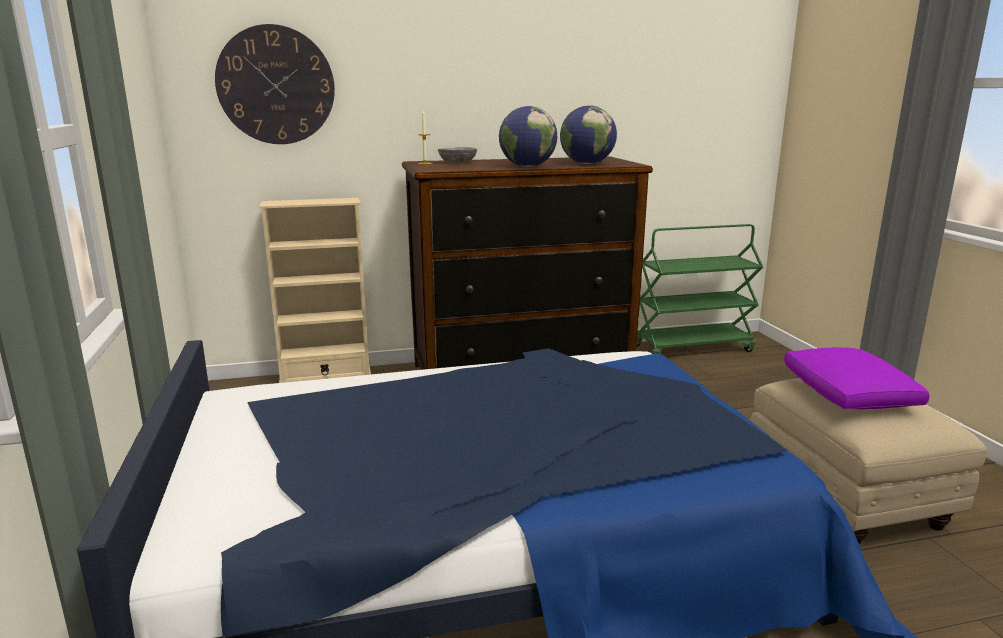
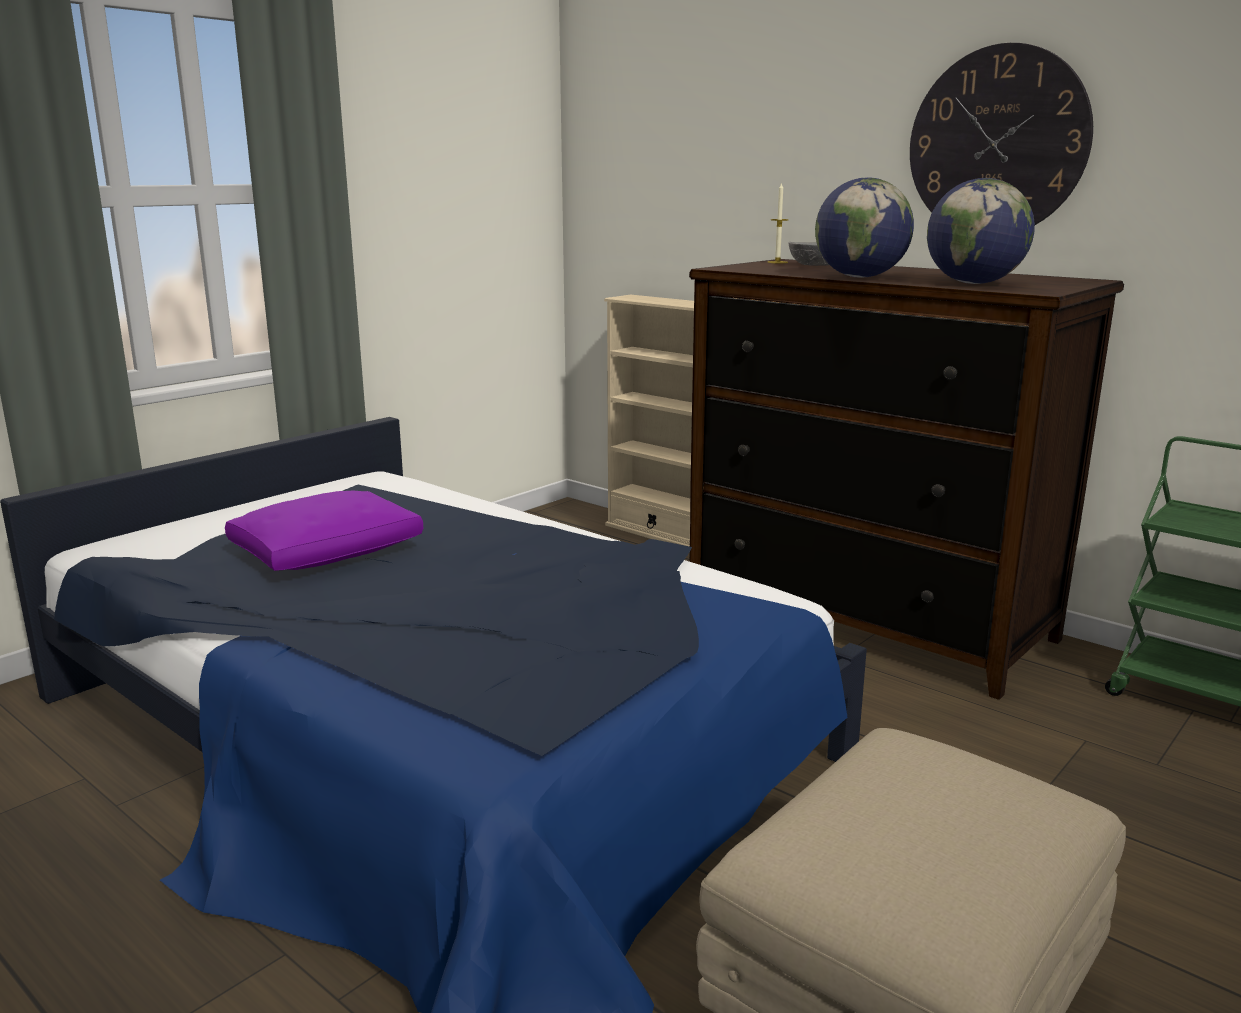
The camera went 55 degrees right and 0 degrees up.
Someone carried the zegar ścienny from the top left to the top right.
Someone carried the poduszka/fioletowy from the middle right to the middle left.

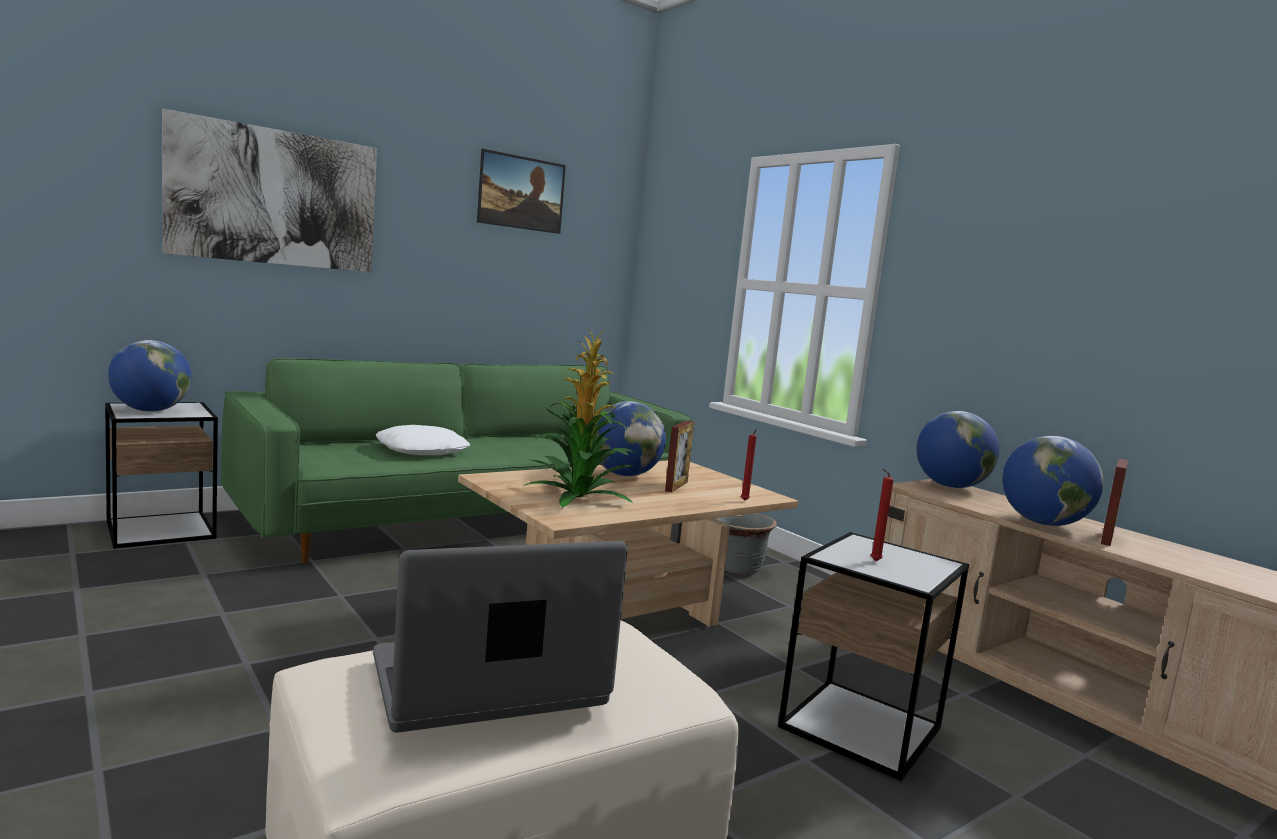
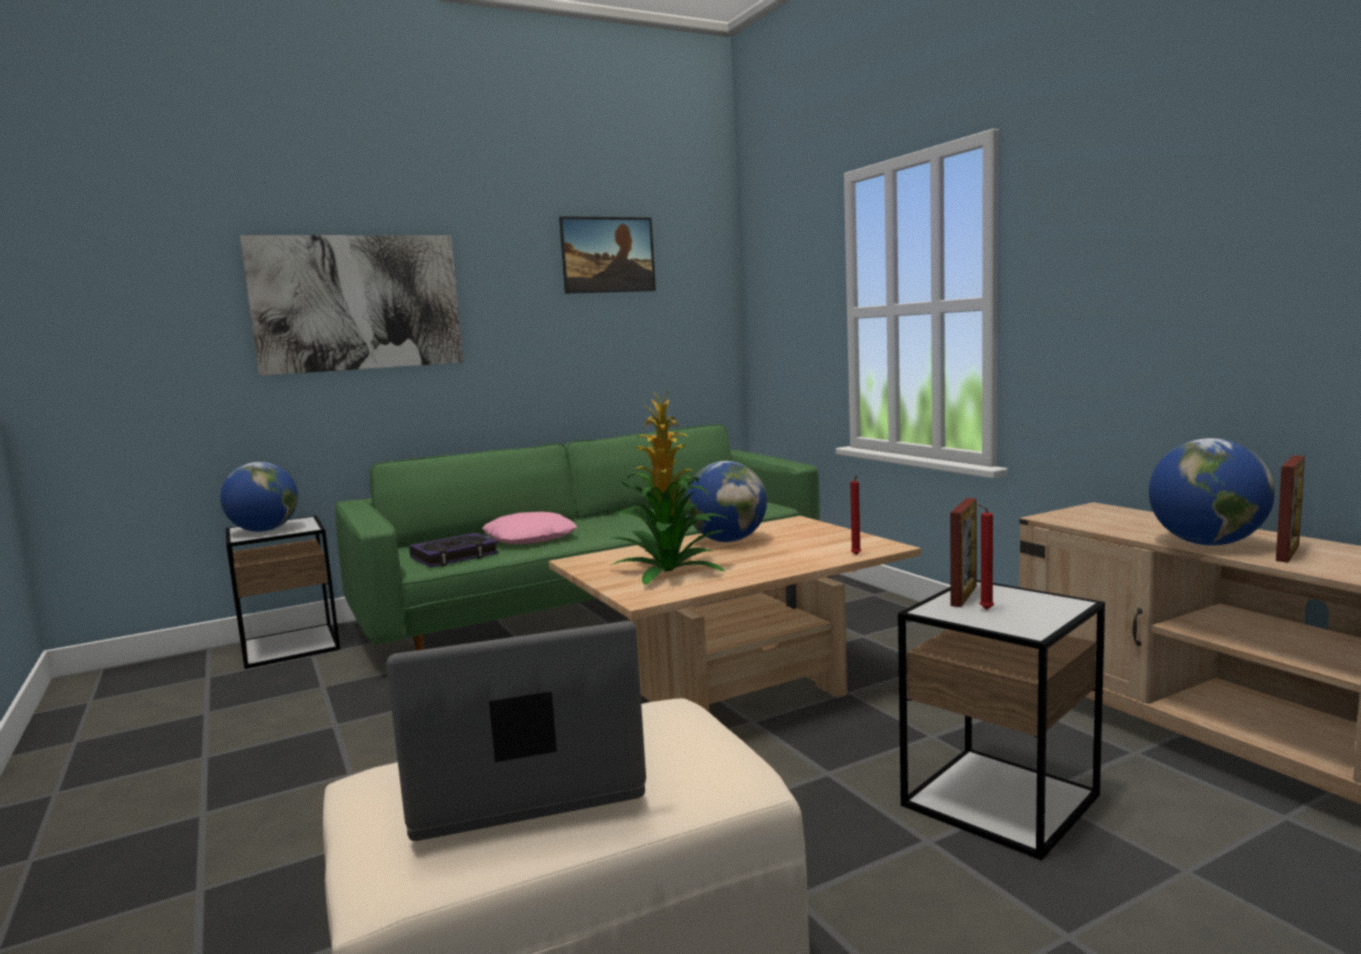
The camera went 10 degrees right and 0 degrees up.
Someone took away the globus (no. 3 from left) at the middle right.
Someone carried the ramka na zdjęcie (no. 1 from left) from the centre to the middle right.
Someone repainted the poduszka/biały at the middle left, which became the poduszka/różowy at the centre.
Someone took away the donica/szary at the centre.
Someone put down the książka at the centre.

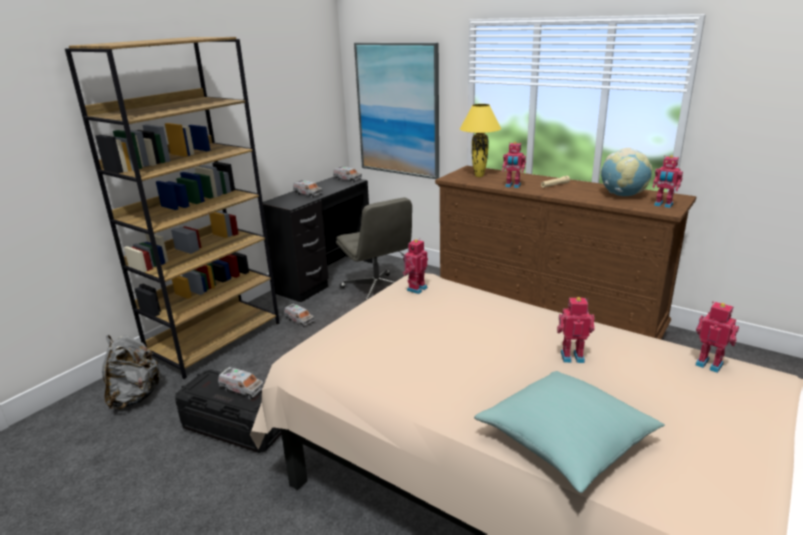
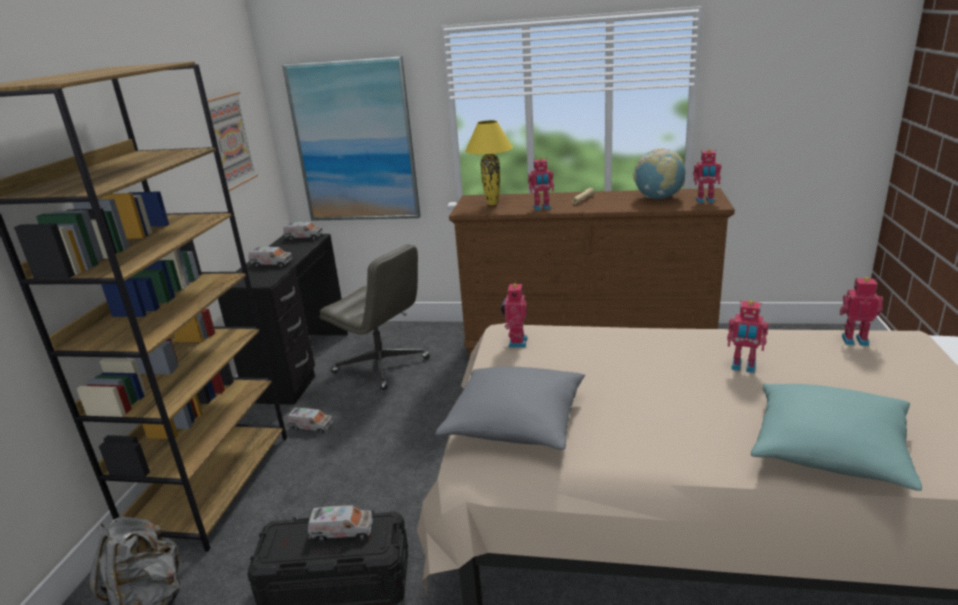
The camera went 25 degrees left and 0 degrees up.
Someone rotated the robot zabawkowy (no. 3 from left in the first image) at the middle right by 135 degrees counterclockwise.
Someone put up the obraz (no. 1 from left) at the top left.
Someone put down the poduszka/szary at the bottom centre.

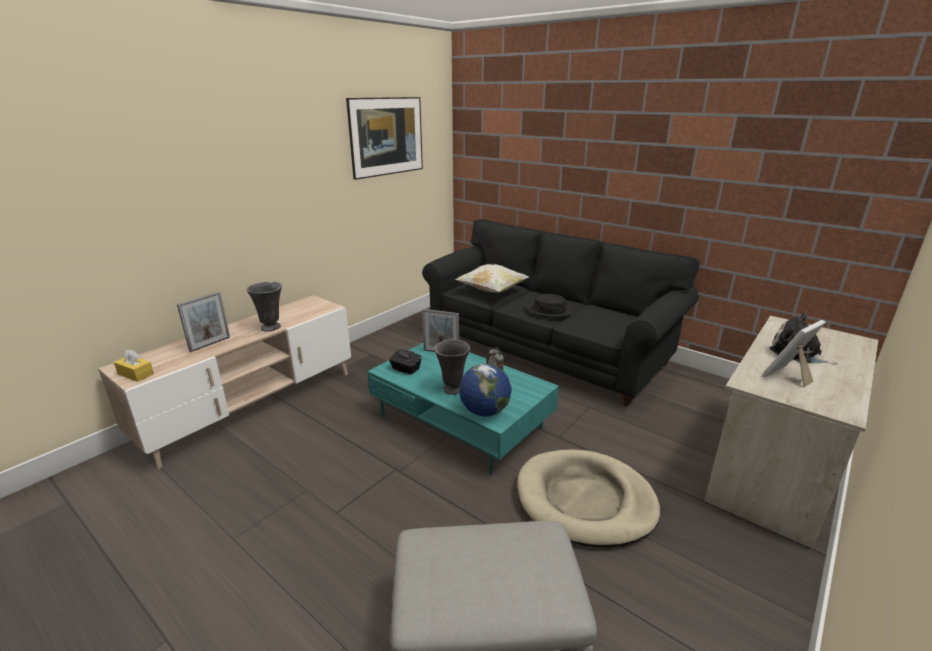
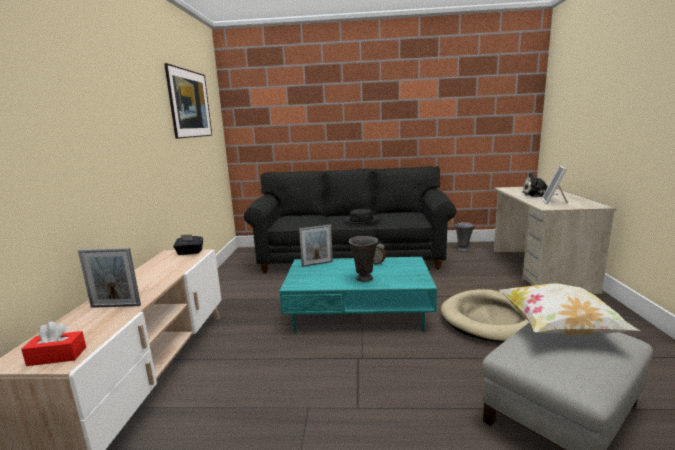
The camera went 35 degrees left and 10 degrees down.
Someone carried the poduszka from the centre to the bottom right.
Someone carried the wazon/szary (no. 1 from left in the first image) from the middle left to the middle right.
Someone rotated the ramka na zdjęcie (no. 1 from left) at the middle left by 90 degrees clockwise.
Someone repainted the pudełko chusteczek/żółty at the middle left, which became the pudełko chusteczek/czerwony at the bottom left.
Someone carried the pudełko chusteczek/czarny from the centre to the middle left.
Someone took away the globus at the centre.

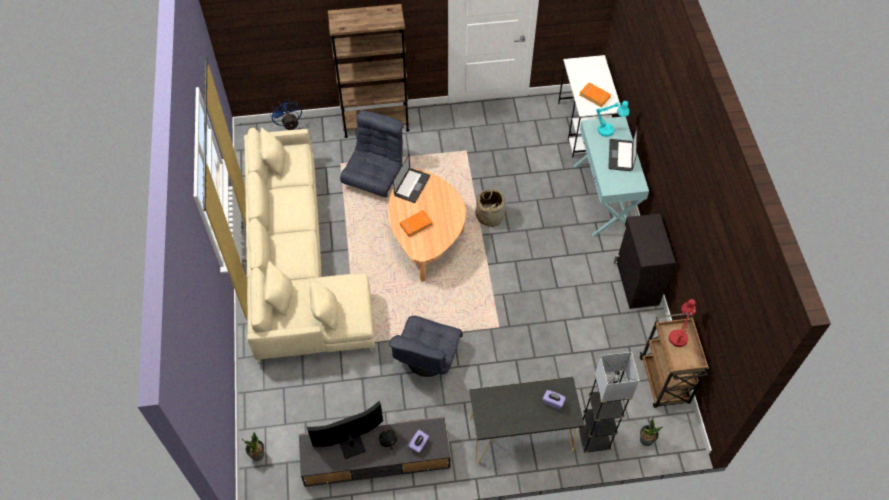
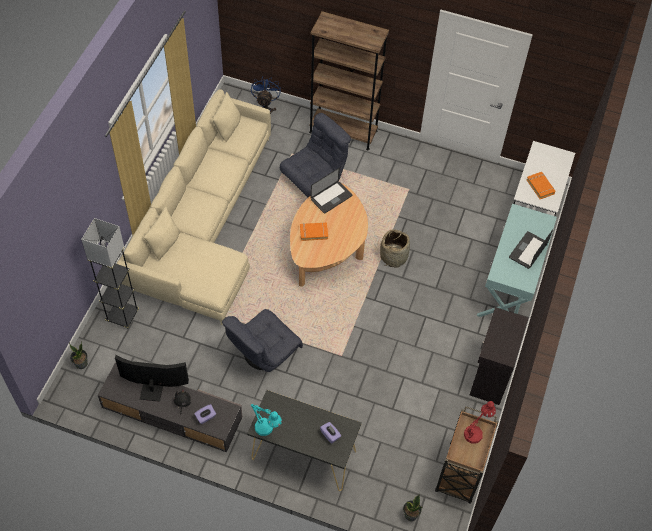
The camera went 25 degrees right and 0 degrees up.
Someone carried the lampa stołowa/turkusowy from the top right to the bottom centre.
Someone took away the poduszka/beżowy (no. 3 from left) at the centre.
Someone carried the lampa stojąca/czarny from the bottom right to the middle left.

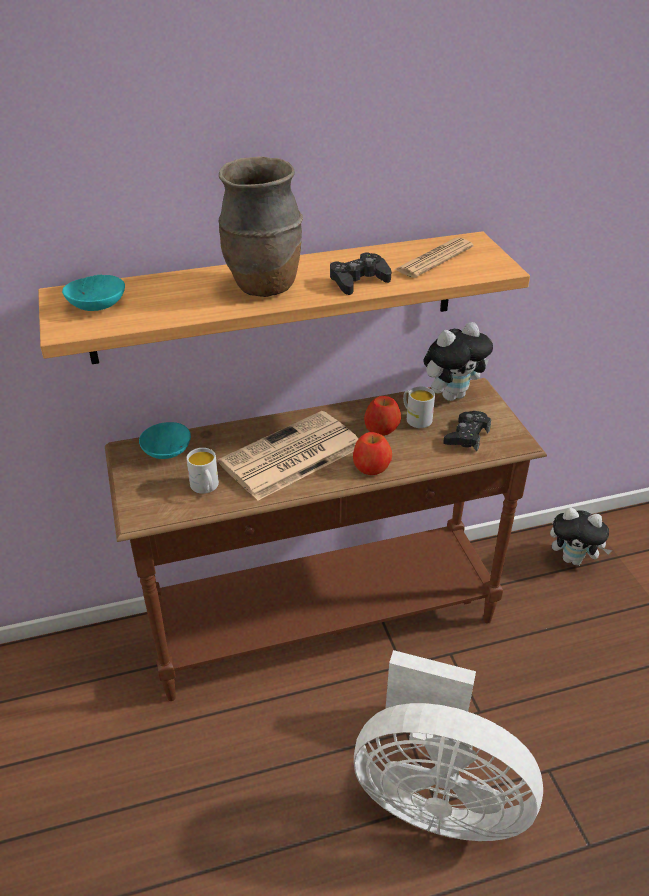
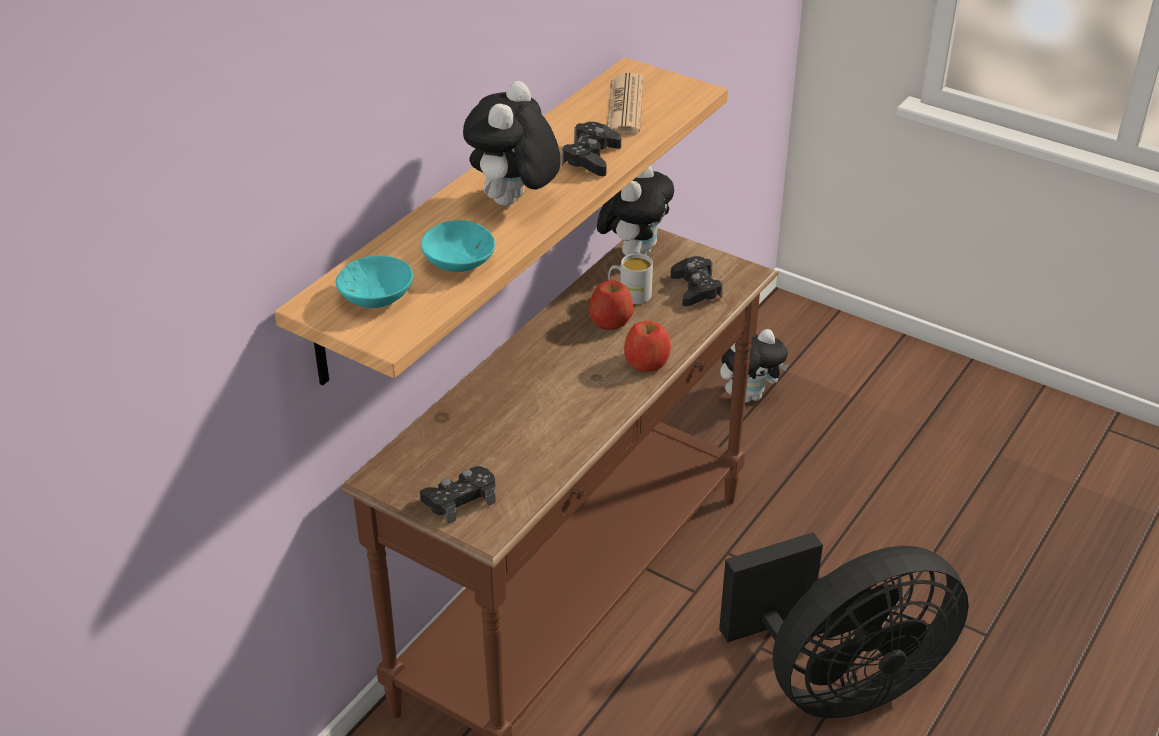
The camera went 40 degrees left and 0 degrees up.
Someone swapped the wazon/brązowy at the top centre for the pluszak (no. 1 from left) at the top centre.
Someone took away the gazeta (no. 1 from left) at the centre.
Someone carried the miska/turkusowy (no. 2 from left) from the middle left to the centre.
Someone took away the kubek/biały (no. 1 from left) at the middle left.
Someone repainted the wentylator/biały at the bottom right, which became the wentylator/czarny at the bottom right.
Someone put down the pad do gier/czarny (no. 1 from left) at the bottom centre.

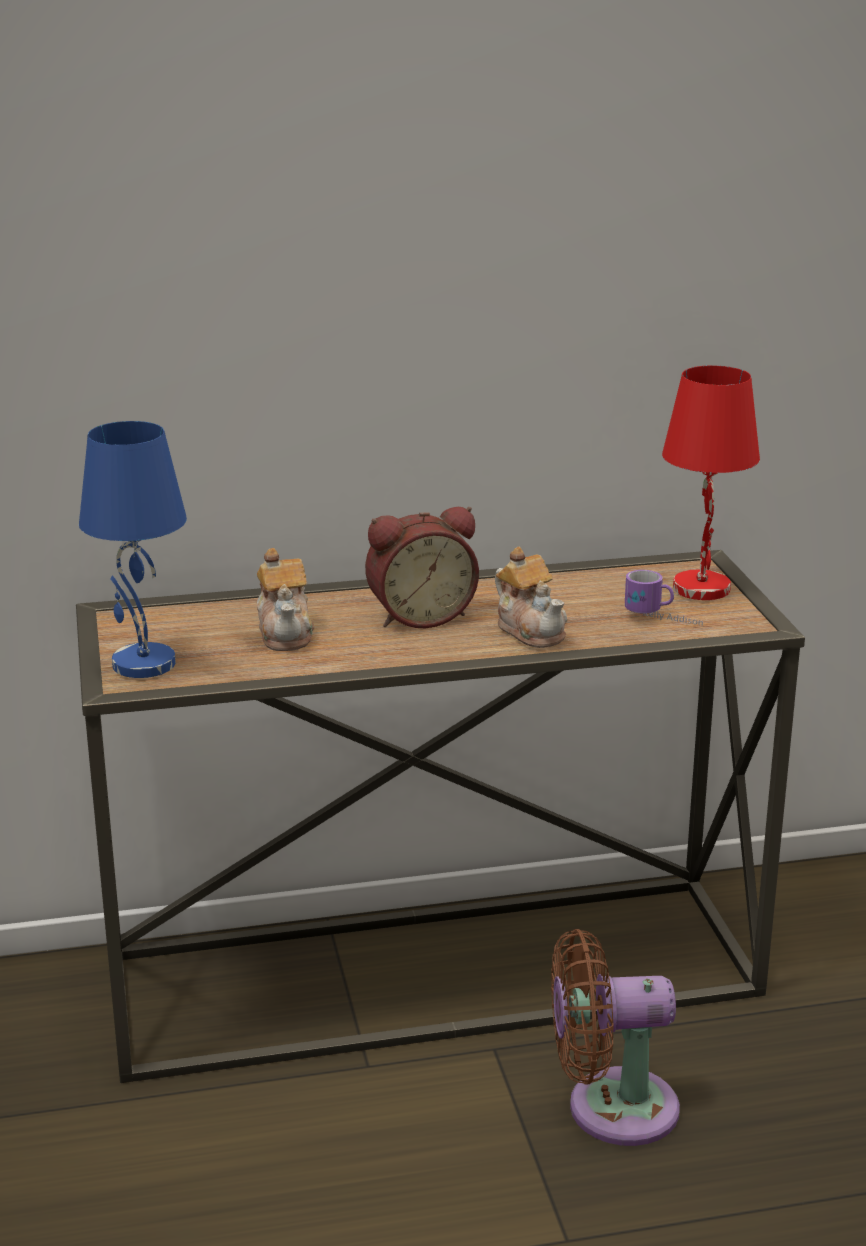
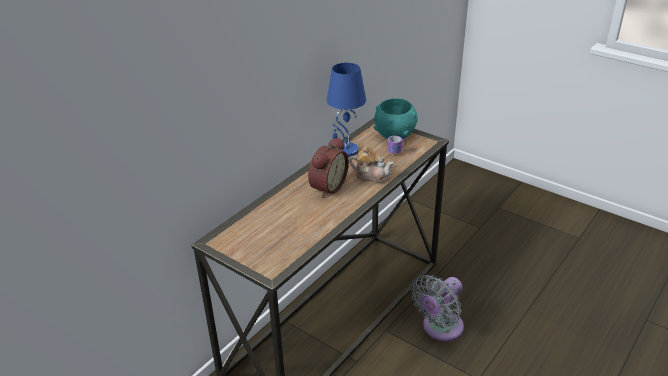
The camera went 40 degrees left and 10 degrees up.
Someone swapped the lampa stołowa/czerwony at the middle right for the miska/turkusowy at the top centre.
Someone carried the lampa stołowa/niebieski from the middle left to the top centre.
Someone took away the imbryk (no. 1 from left) at the middle left.
Someone repainted the wentylator/brązowy at the bottom right, which became the wentylator/szary at the bottom centre.

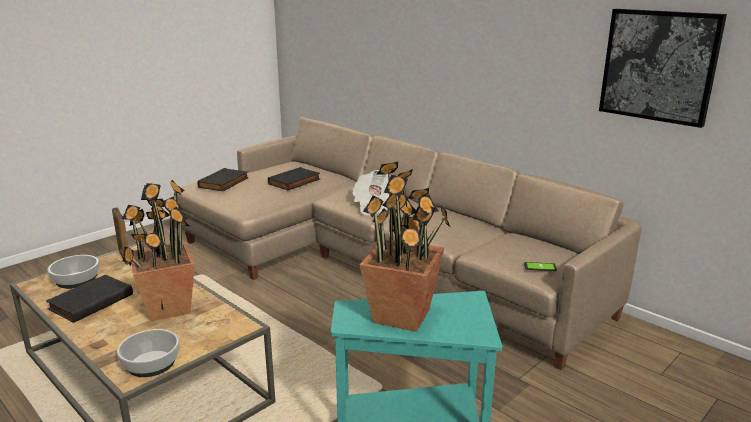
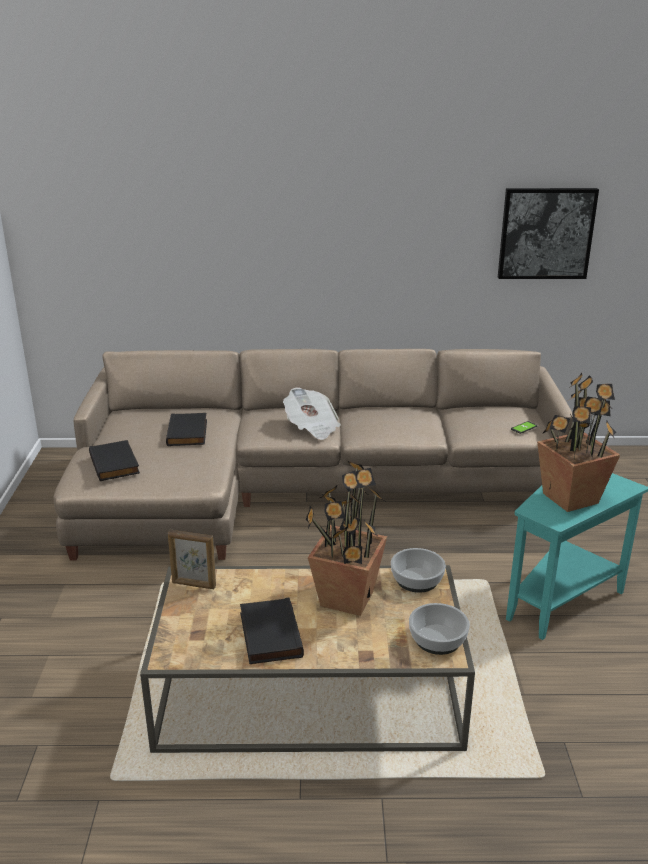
The camera went 45 degrees left and 5 degrees up.
Someone carried the miska (no. 1 from left) from the middle left to the centre.

